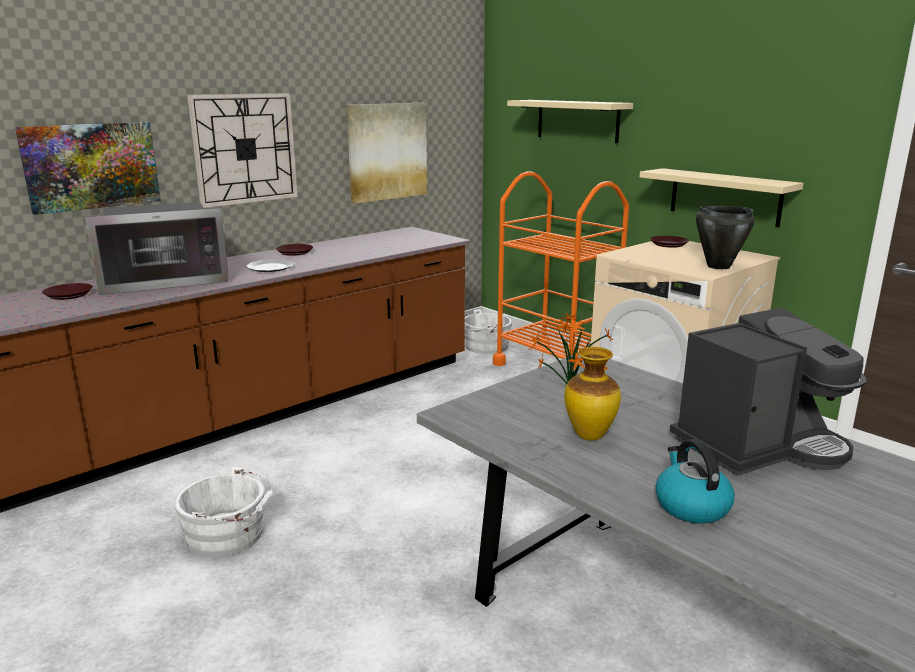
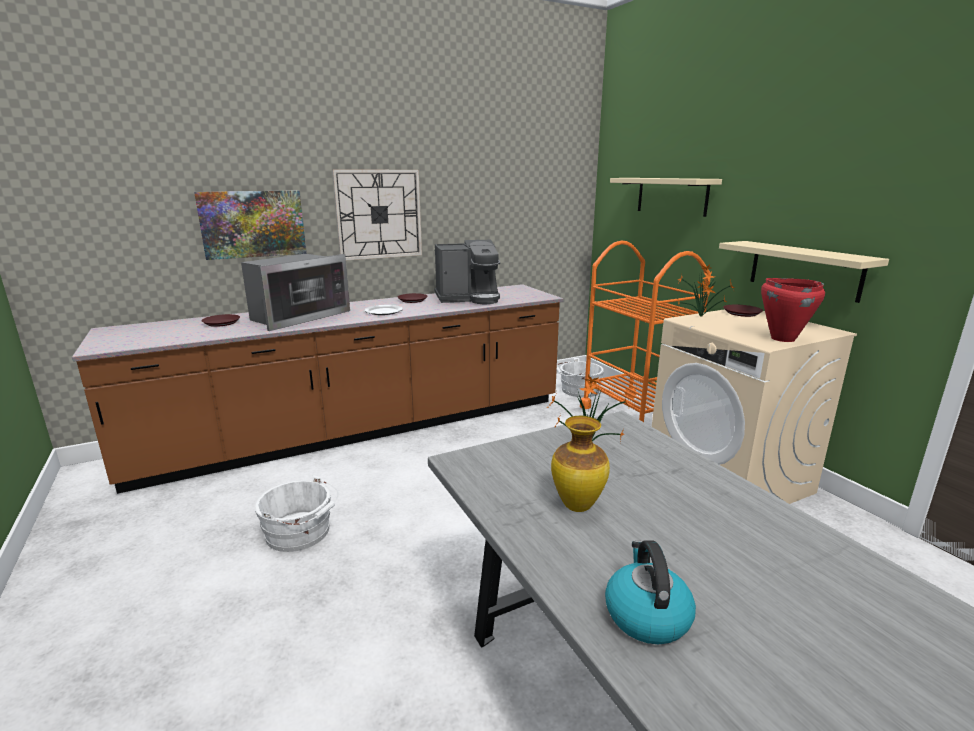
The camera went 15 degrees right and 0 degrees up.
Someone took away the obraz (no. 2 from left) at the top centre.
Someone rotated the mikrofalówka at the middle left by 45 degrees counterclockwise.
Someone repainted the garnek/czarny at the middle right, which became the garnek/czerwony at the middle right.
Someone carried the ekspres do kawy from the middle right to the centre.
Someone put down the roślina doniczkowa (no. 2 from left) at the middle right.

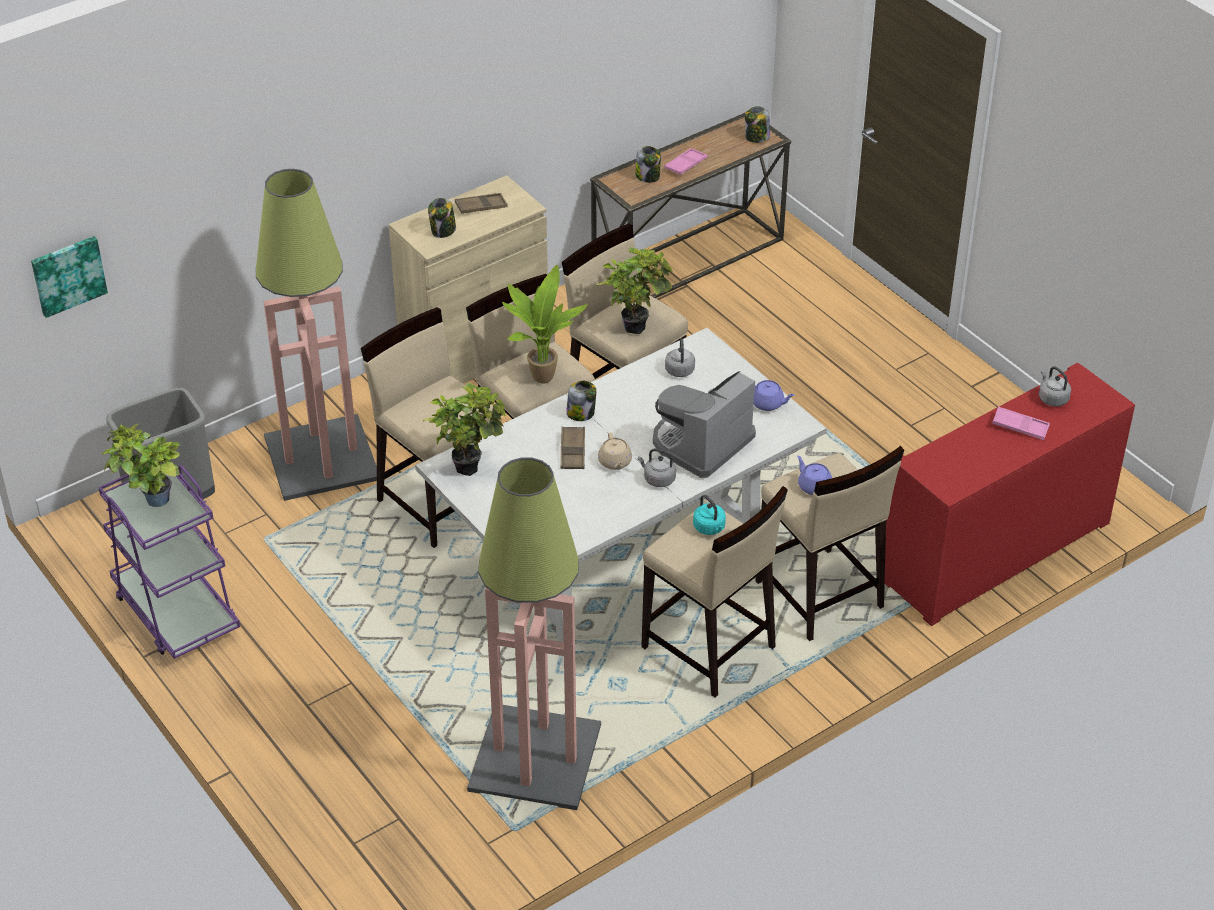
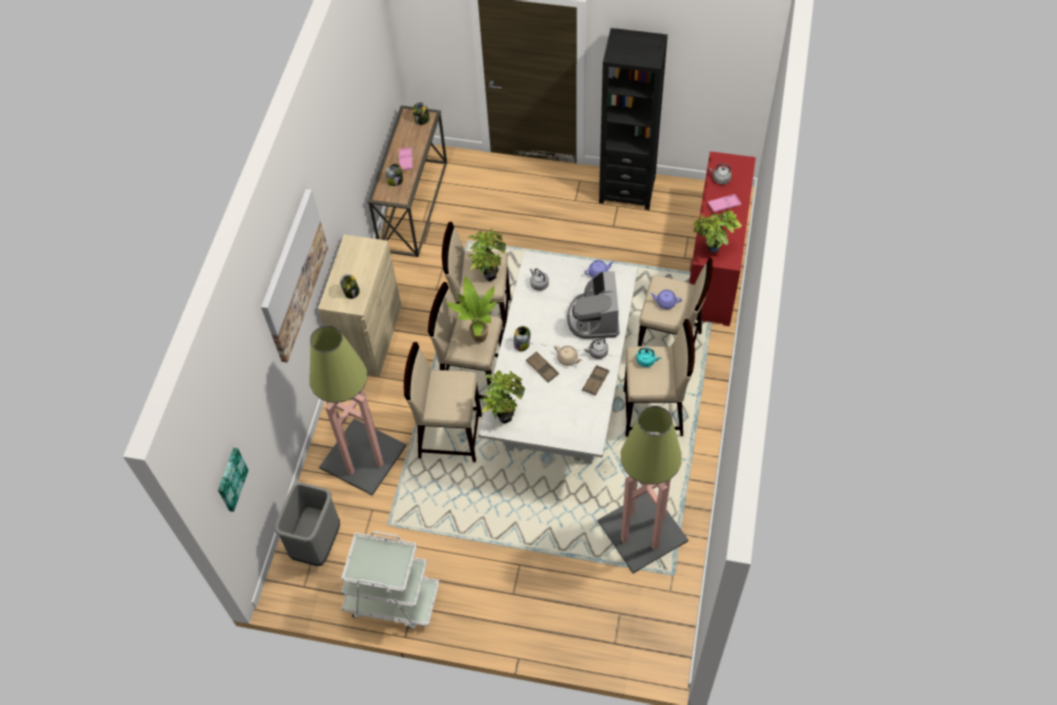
The camera went 40 degrees left and 15 degrees up.
Someone carried the taca/brązowy (no. 1 from left in the first image) from the top centre to the centre.
Someone carried the roślina doniczkowa (no. 1 from left in the first image) from the middle left to the top right.
Someone repainted the wózek/fioletowy at the middle left, which became the wózek/biały at the bottom centre.
Someone put down the regał/czarny at the top centre.
Someone put up the obraz (no. 2 from left) at the middle left.

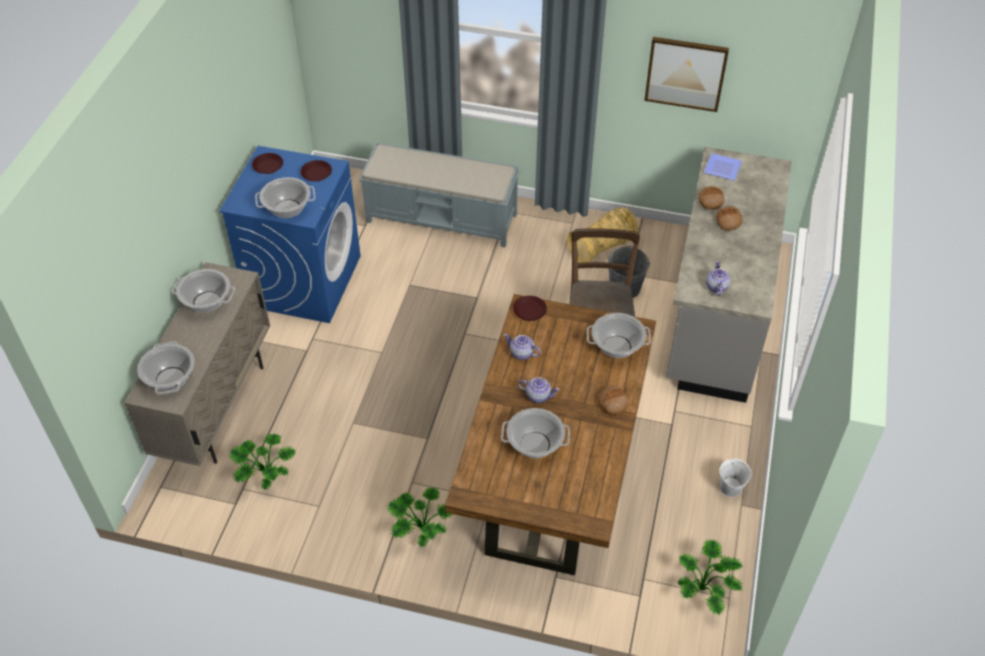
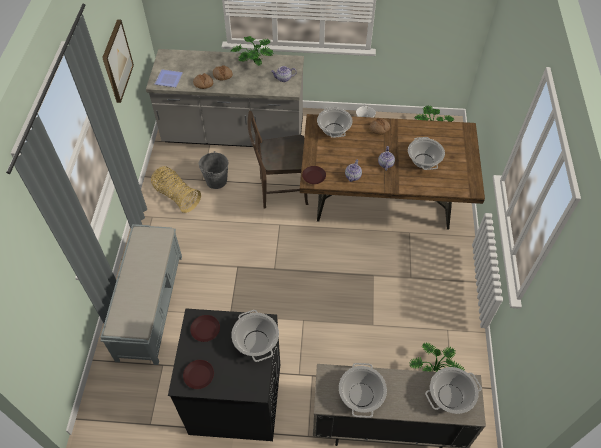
The camera went 100 degrees left and 5 degrees up.
Someone repainted the pralka/niebieski at the middle left, which became the pralka/czarny at the bottom centre.
Someone carried the roślina doniczkowa (no. 2 from left in the first image) from the bottom centre to the top centre.

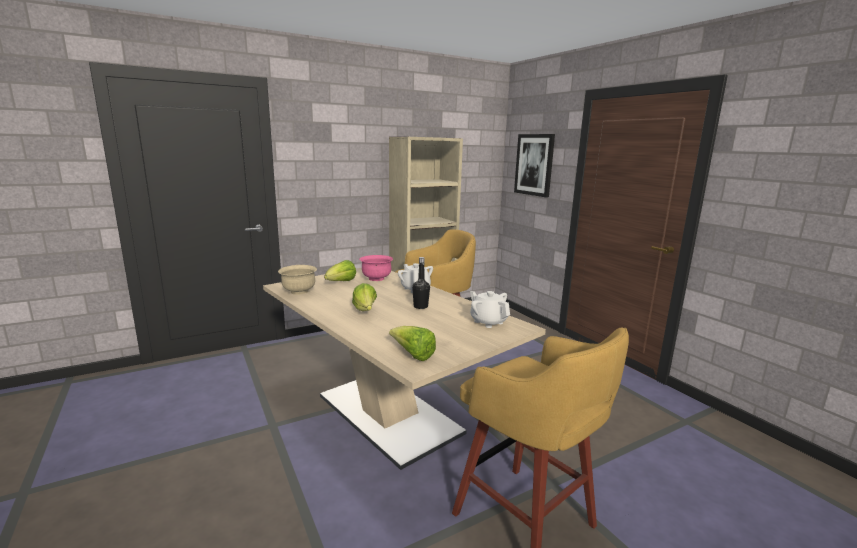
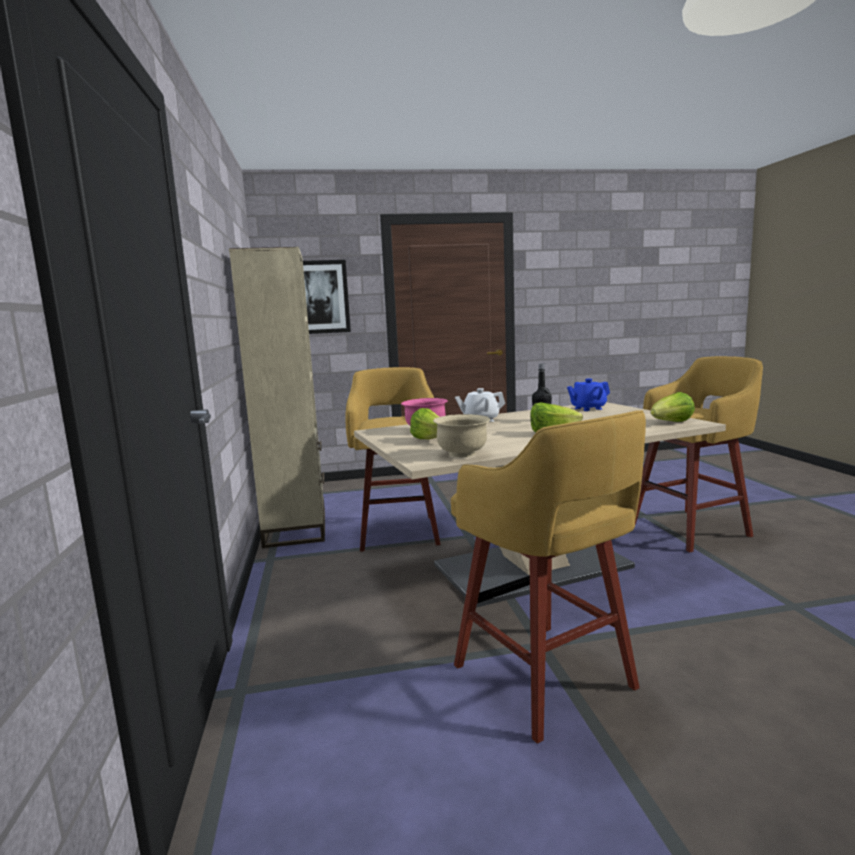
The camera went 70 degrees left and 5 degrees down.
Someone repainted the imbryk/biały (no. 2 from left) at the centre, which became the imbryk/niebieski at the middle right.
Someone put down the stołek/żółty (no. 2 from left) at the bottom centre.

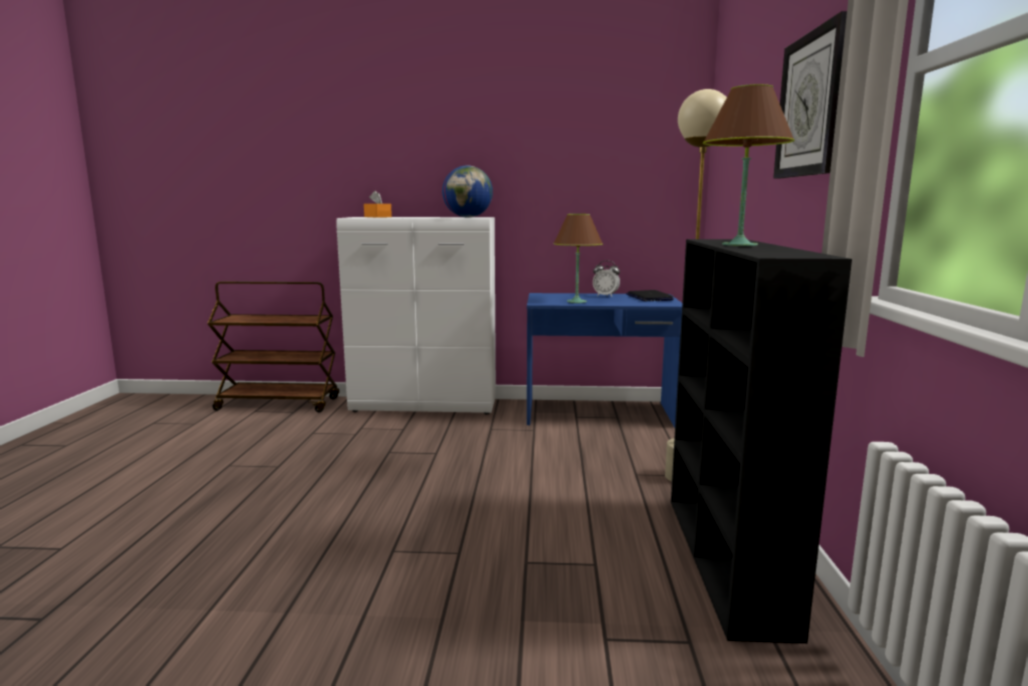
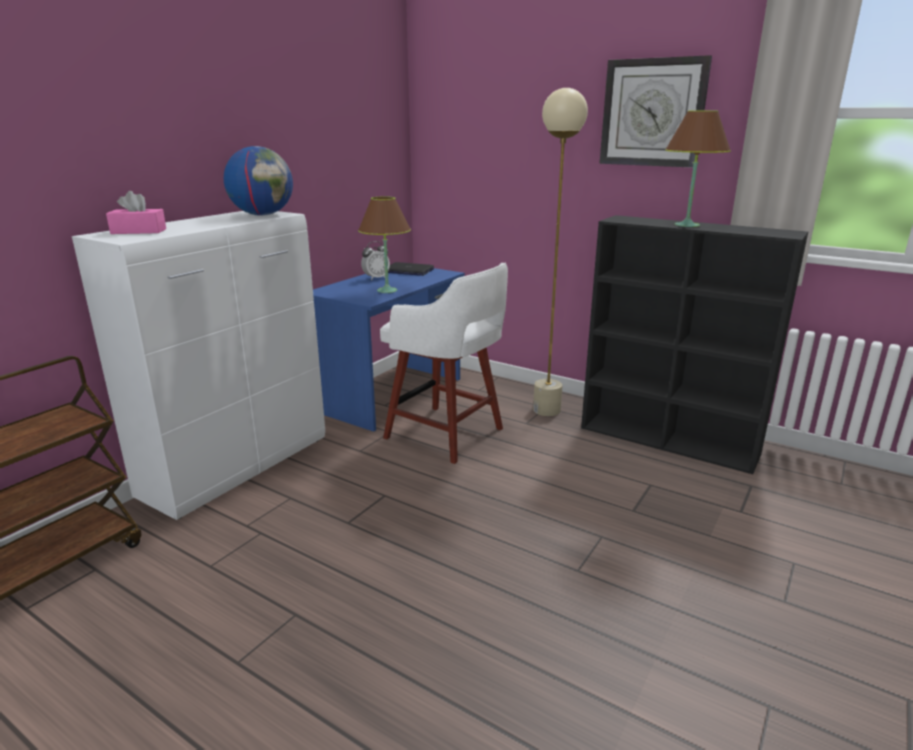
The camera went 60 degrees left and 10 degrees up.
Someone repainted the pudełko chusteczek/pomarańczowy at the top centre, which became the pudełko chusteczek/różowy at the top left.
Someone put down the stołek/biały at the centre.

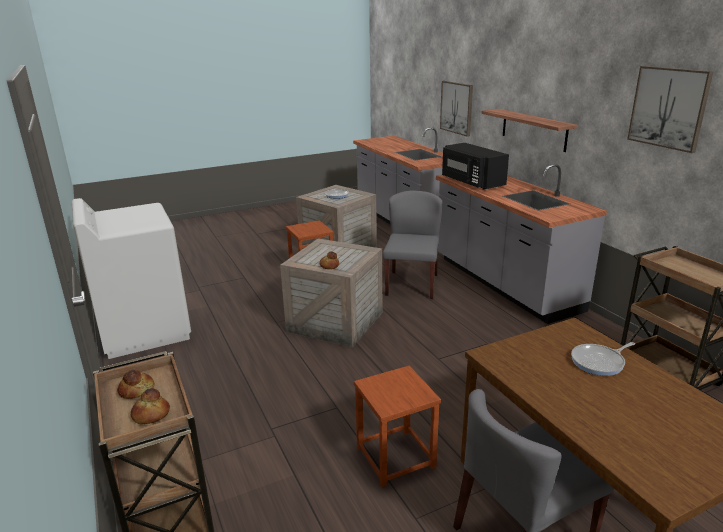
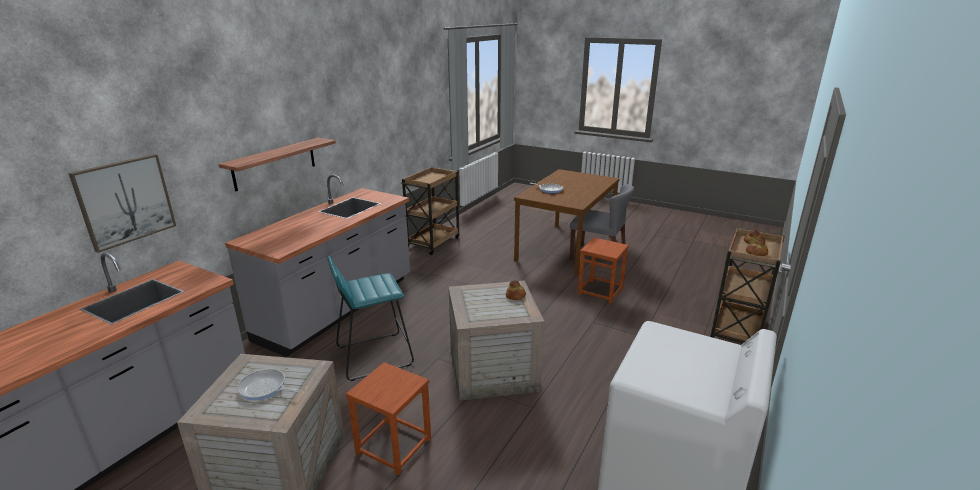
The camera went 125 degrees left and 0 degrees up.
Someone took away the obraz (no. 2 from left) at the top right.
Someone took away the mikrofalówka/czarny at the top centre.
Someone swapped the krzesło/szary (no. 1 from left) at the centre for the stołek/turkusowy at the centre.

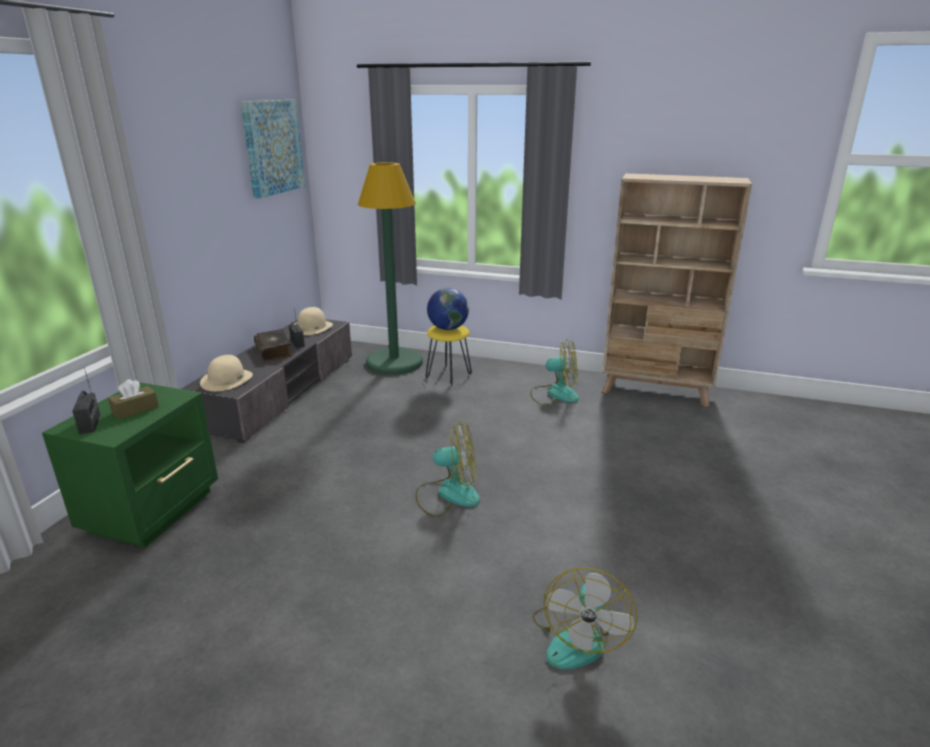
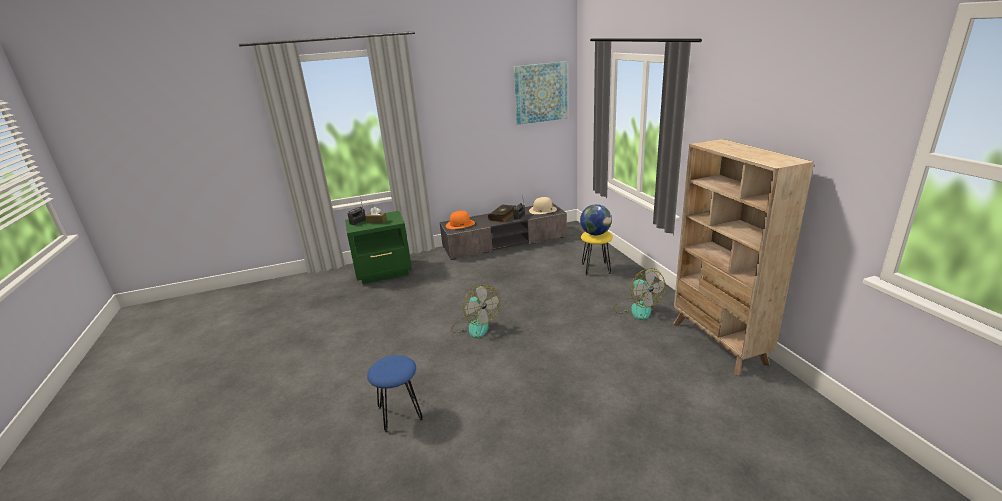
The camera went 55 degrees right and 0 degrees up.
Someone took away the lampa stojąca/zielony at the centre.
Someone repainted the kapelusz/beżowy (no. 1 from left) at the middle left, which became the kapelusz/pomarańczowy at the centre.
Someone swapped the wentylator (no. 3 from left) at the bottom centre for the stołek/niebieski at the bottom centre.

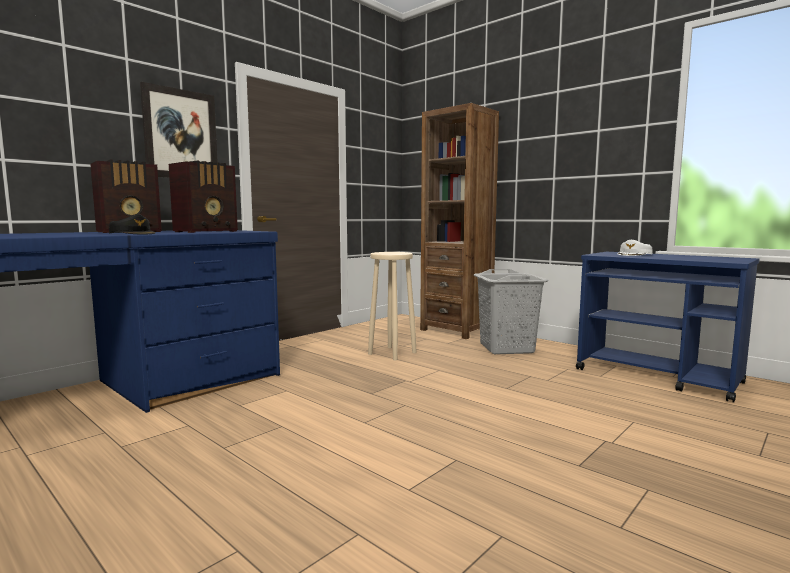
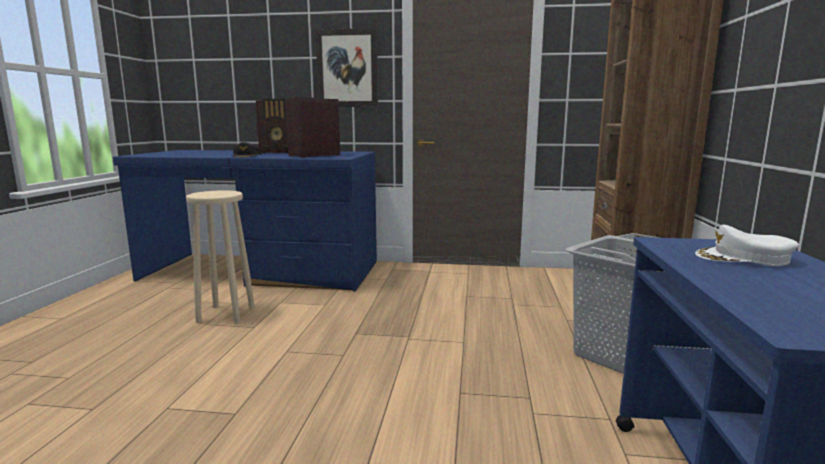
The camera went 55 degrees right and 5 degrees up.
Someone rotated the radio (no. 2 from left) at the middle left by 135 degrees clockwise.
Someone carried the stołek/beżowy from the centre to the middle left.

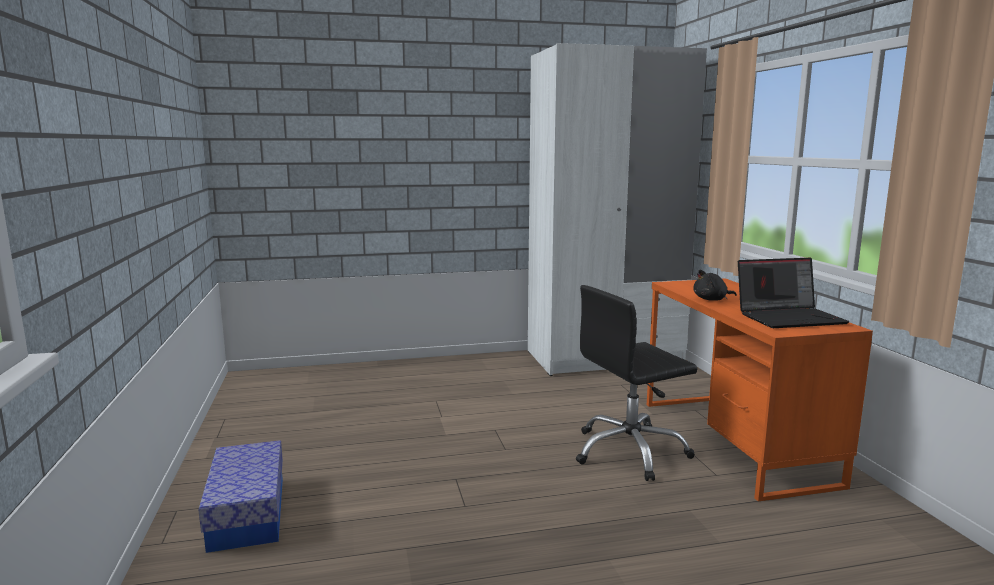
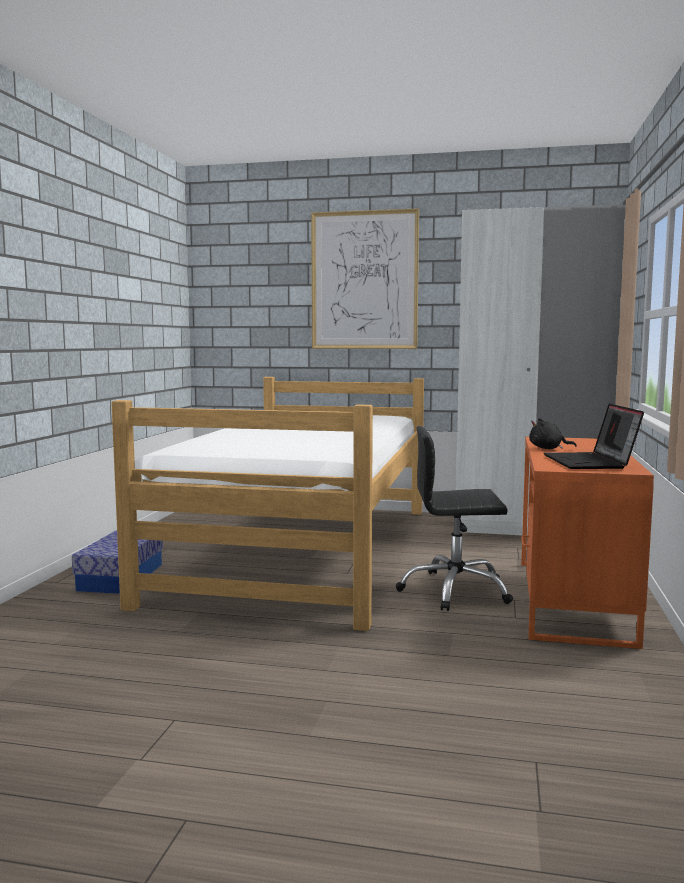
The camera went 25 degrees right and 5 degrees down.
Someone rotated the laptop at the middle right by 75 degrees clockwise.
Someone put up the obraz at the top centre.
Someone put down the łóżko at the centre.

